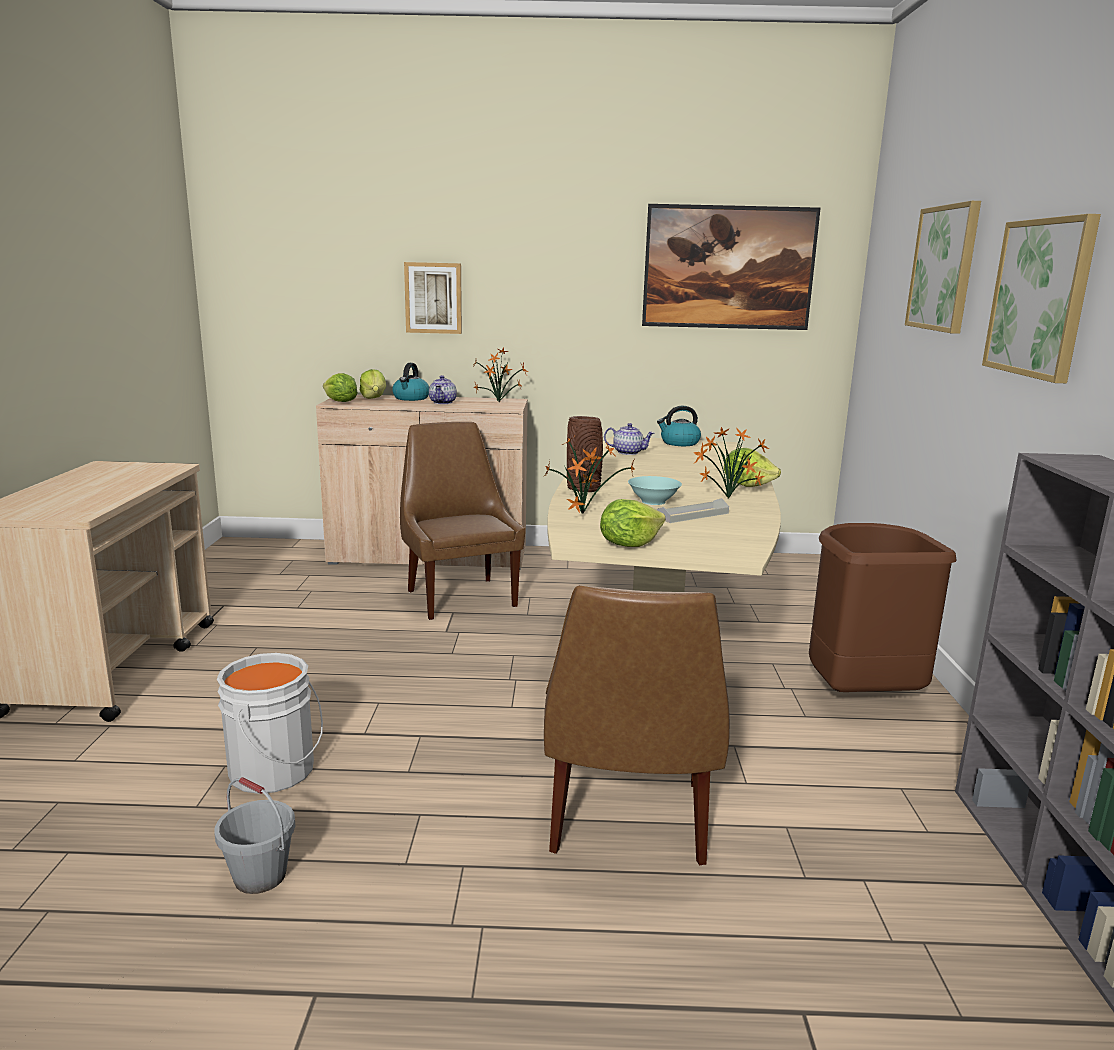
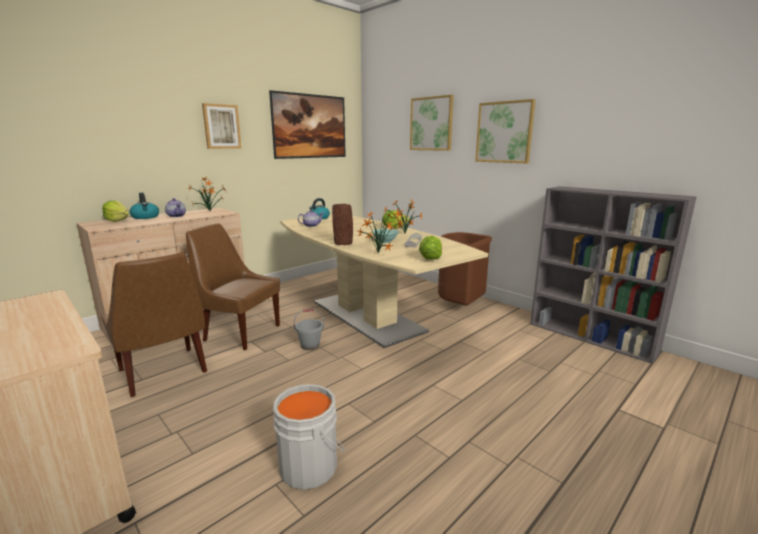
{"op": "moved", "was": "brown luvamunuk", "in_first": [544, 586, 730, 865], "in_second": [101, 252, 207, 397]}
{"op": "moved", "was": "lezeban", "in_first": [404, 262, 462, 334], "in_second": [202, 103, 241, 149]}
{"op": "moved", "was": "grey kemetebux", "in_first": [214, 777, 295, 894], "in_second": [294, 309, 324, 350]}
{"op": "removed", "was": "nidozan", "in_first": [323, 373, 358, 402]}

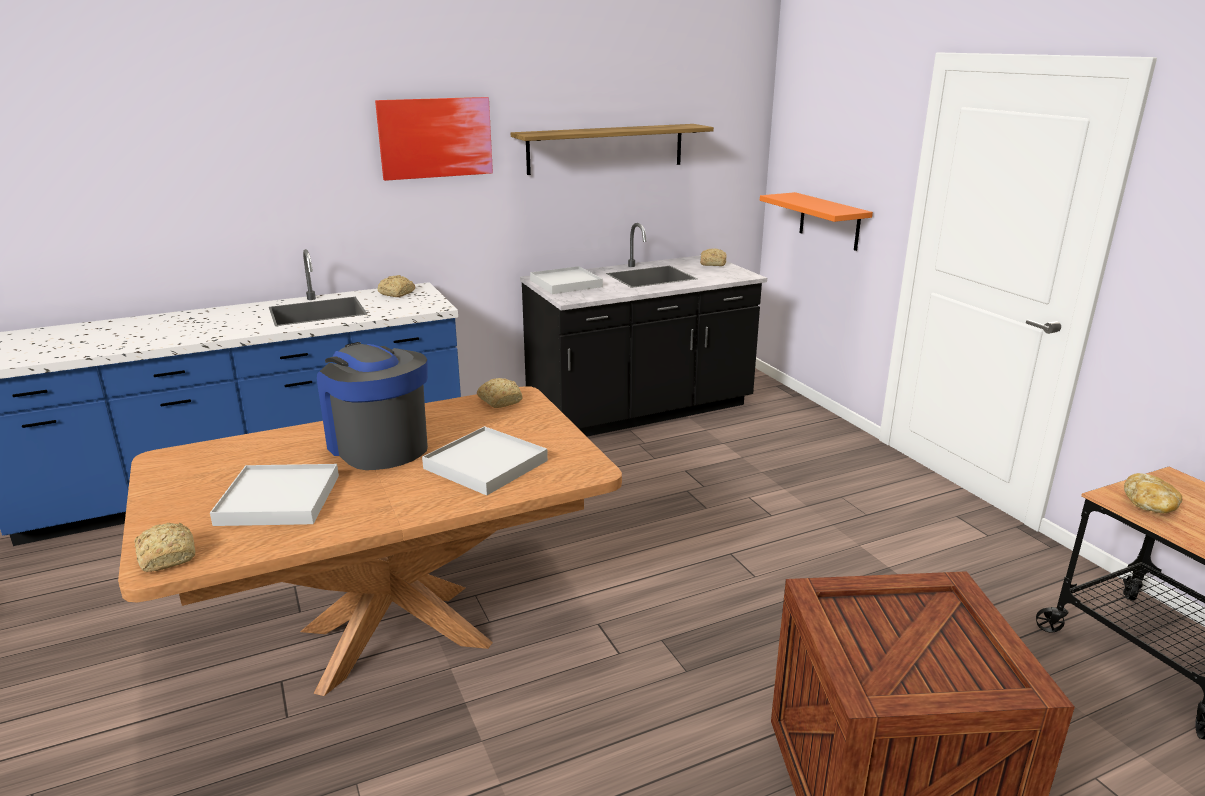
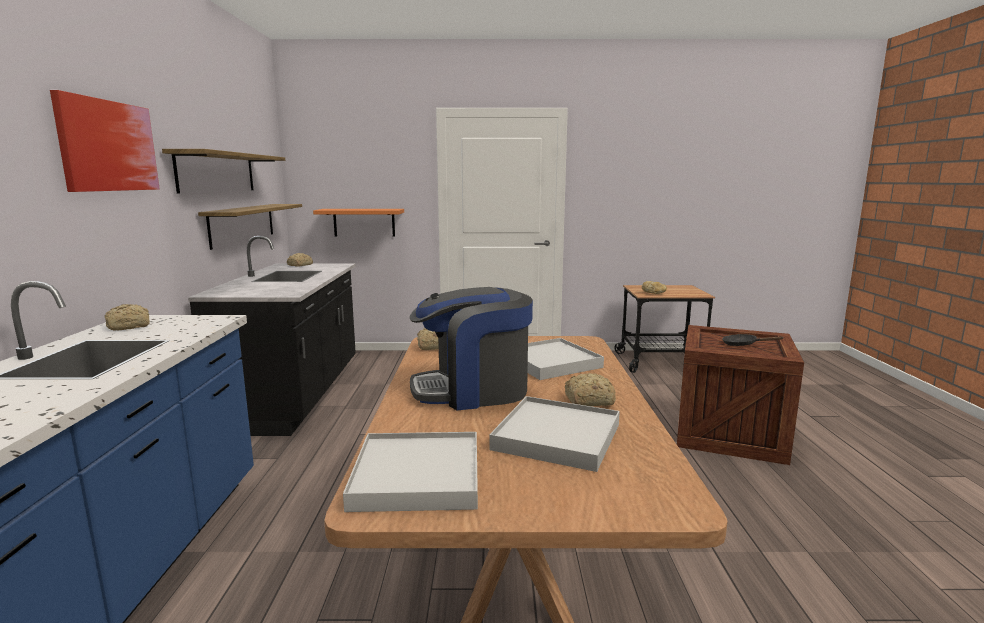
{"op": "added", "now": "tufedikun", "in_second": [198, 204, 302, 250]}
{"op": "moved", "was": "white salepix", "in_first": [530, 266, 603, 294], "in_second": [343, 432, 478, 512]}
{"op": "moved", "was": "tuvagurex", "in_first": [134, 523, 195, 572], "in_second": [565, 373, 616, 406]}
{"op": "added", "now": "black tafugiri", "in_second": [722, 334, 783, 346]}

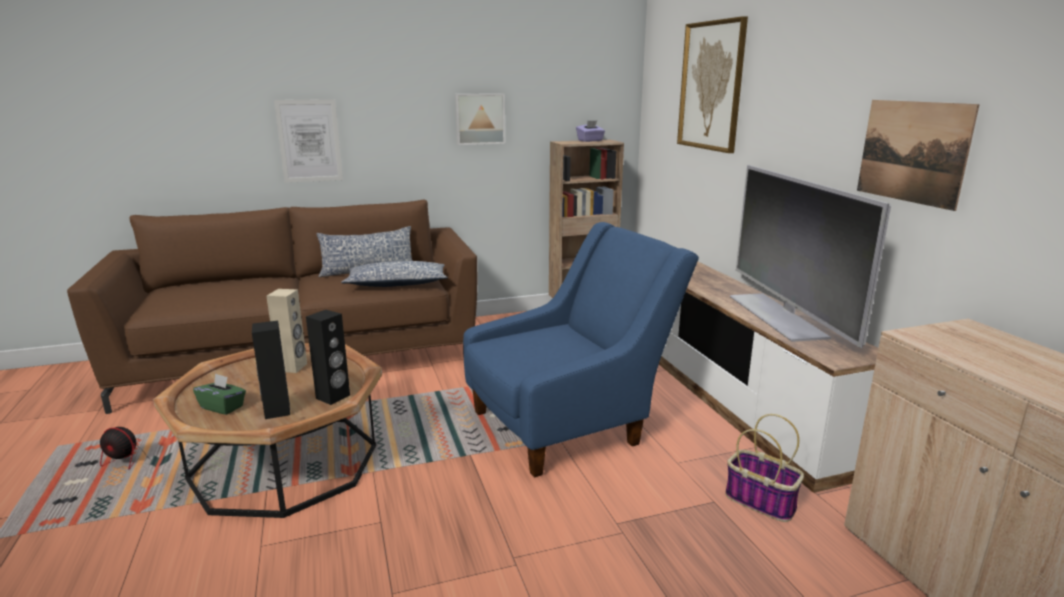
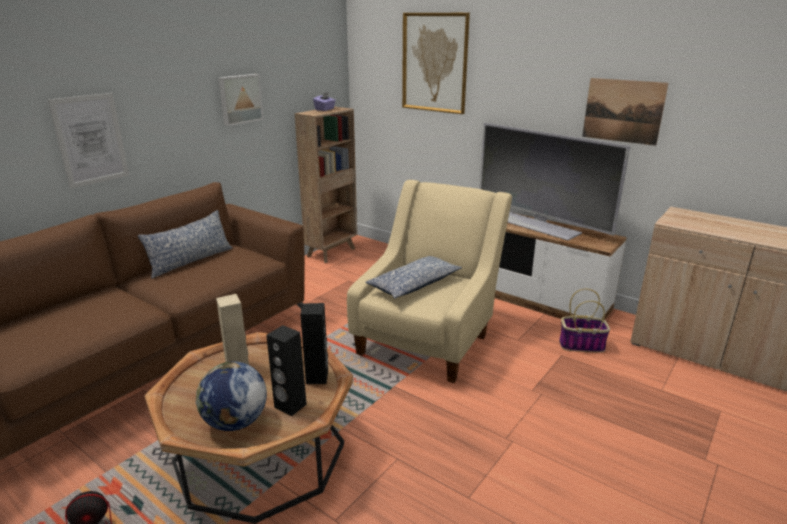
{"op": "replaced", "was": "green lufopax", "now": "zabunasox", "in_first": [193, 373, 246, 415], "in_second": [195, 361, 267, 431]}
{"op": "recoloured", "was": "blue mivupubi", "now": "beige mivupubi", "in_first": [463, 222, 699, 478], "in_second": [347, 180, 512, 383]}
{"op": "moved", "was": "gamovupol", "in_first": [341, 261, 448, 287], "in_second": [365, 256, 462, 299]}

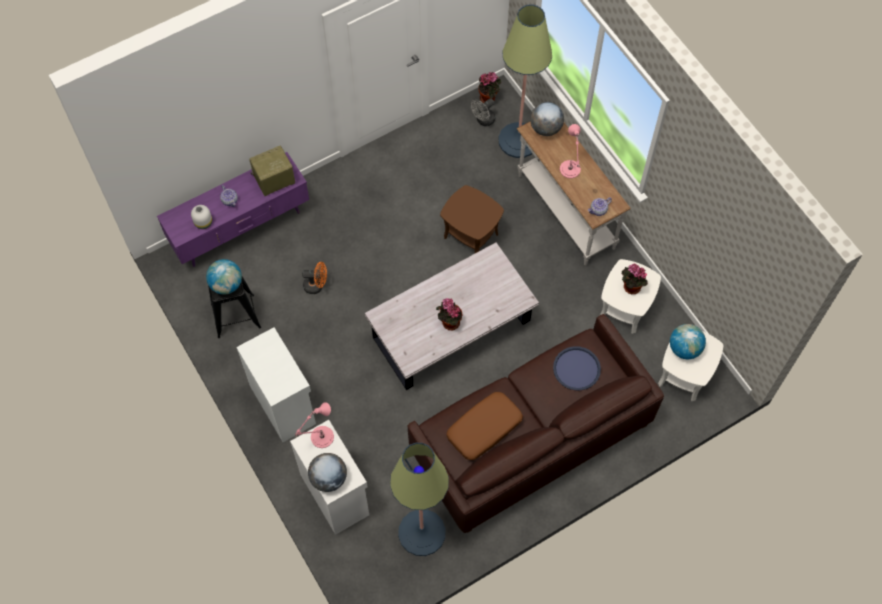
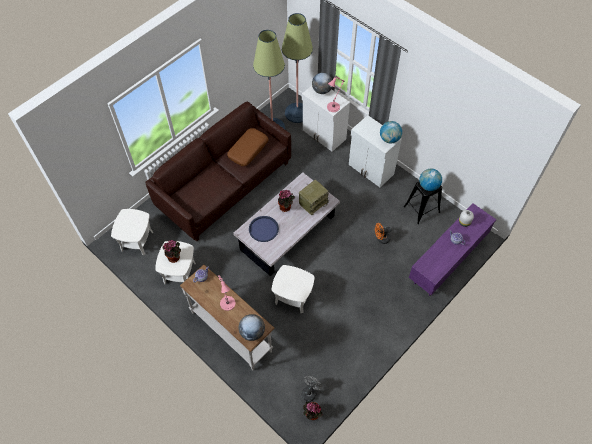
{"op": "moved", "was": "blue salepix", "in_first": [553, 346, 601, 390], "in_second": [249, 216, 279, 242]}
{"op": "recoloured", "was": "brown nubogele", "now": "white nubogele", "in_first": [440, 185, 504, 253], "in_second": [272, 265, 315, 313]}
{"op": "moved", "was": "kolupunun", "in_first": [499, 5, 552, 158], "in_second": [282, 13, 313, 123]}
{"op": "moved", "was": "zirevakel", "in_first": [249, 146, 295, 196], "in_second": [299, 180, 329, 215]}
{"op": "moved", "was": "zabunasox", "in_first": [670, 324, 706, 359], "in_second": [380, 121, 402, 143]}

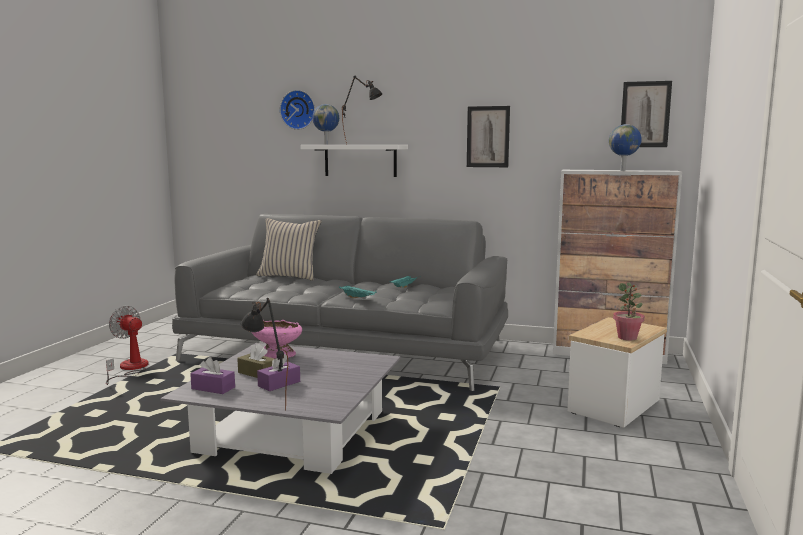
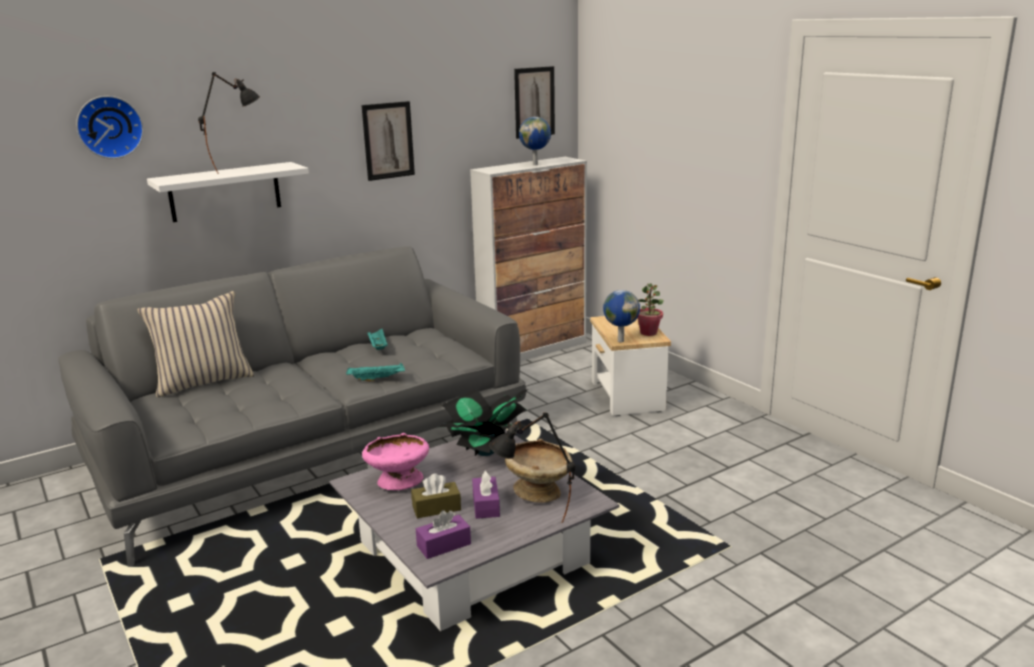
{"op": "added", "now": "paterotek", "in_second": [438, 389, 528, 456]}
{"op": "added", "now": "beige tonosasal", "in_second": [505, 439, 572, 503]}
{"op": "moved", "was": "zabunasox", "in_first": [312, 104, 339, 145], "in_second": [603, 290, 640, 342]}
{"op": "removed", "was": "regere", "in_first": [106, 306, 148, 385]}

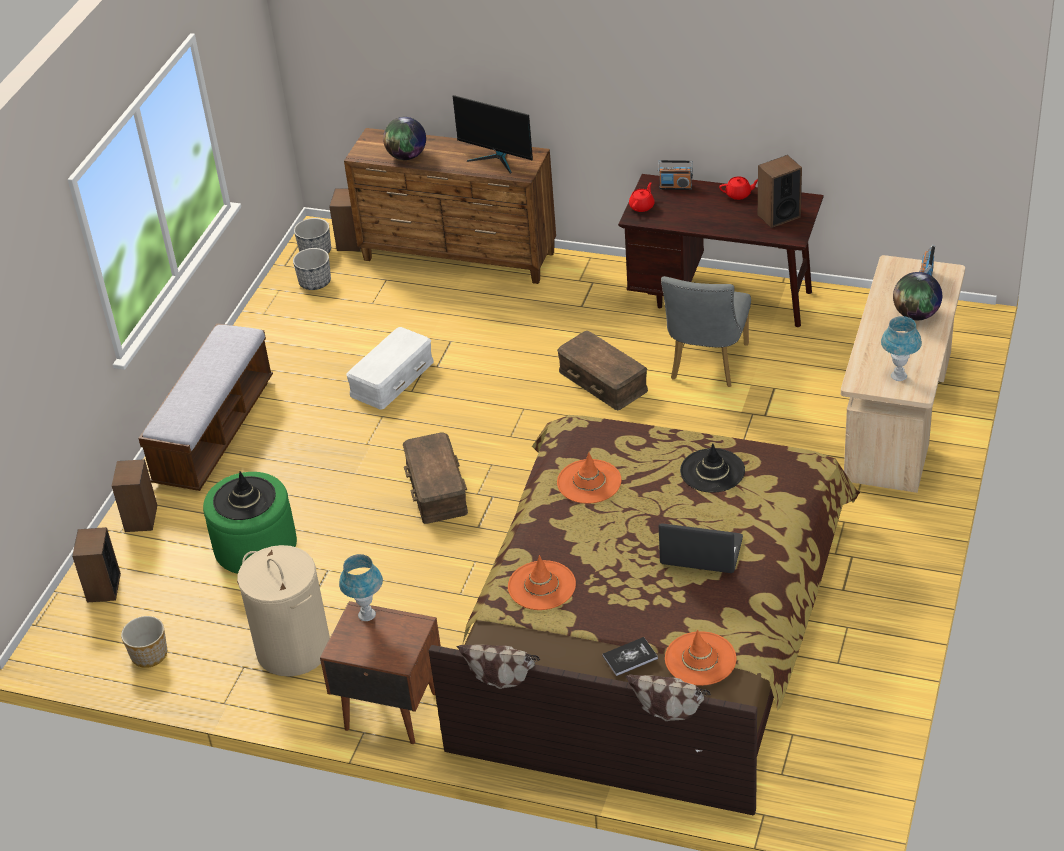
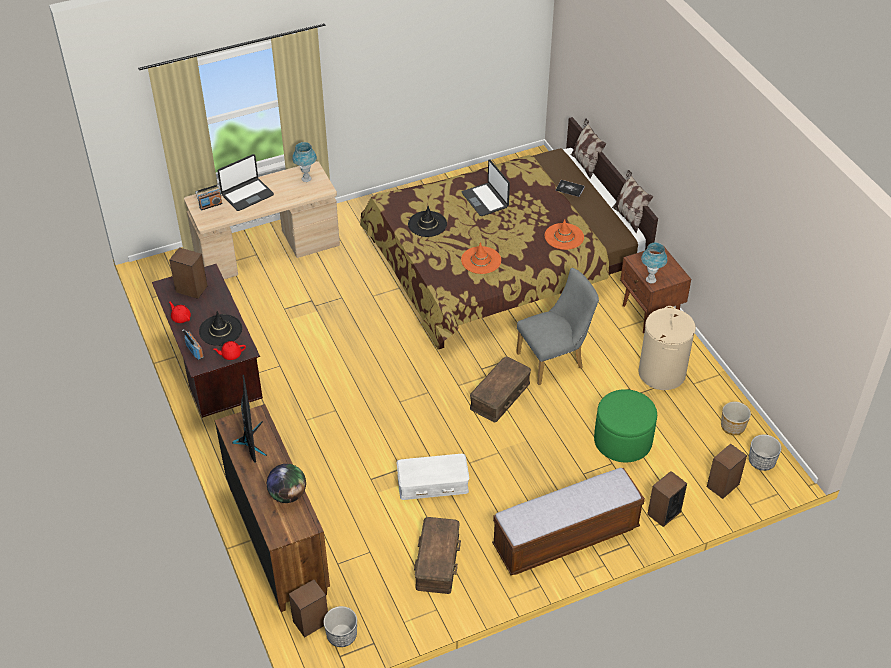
{"op": "moved", "was": "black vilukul", "in_first": [213, 472, 276, 520], "in_second": [199, 311, 242, 346]}
{"op": "replaced", "was": "zabunasox", "now": "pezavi", "in_first": [893, 272, 942, 320], "in_second": [218, 154, 274, 211]}
{"op": "moved", "was": "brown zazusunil", "in_first": [557, 331, 648, 410], "in_second": [414, 517, 461, 594]}
{"op": "moved", "was": "grey luvamunuk", "in_first": [661, 276, 751, 387], "in_second": [516, 268, 599, 385]}
{"op": "moved", "was": "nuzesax", "in_first": [293, 248, 331, 290], "in_second": [749, 434, 781, 471]}
{"op": "removed", "was": "orange vilukul", "in_first": [665, 630, 737, 686]}

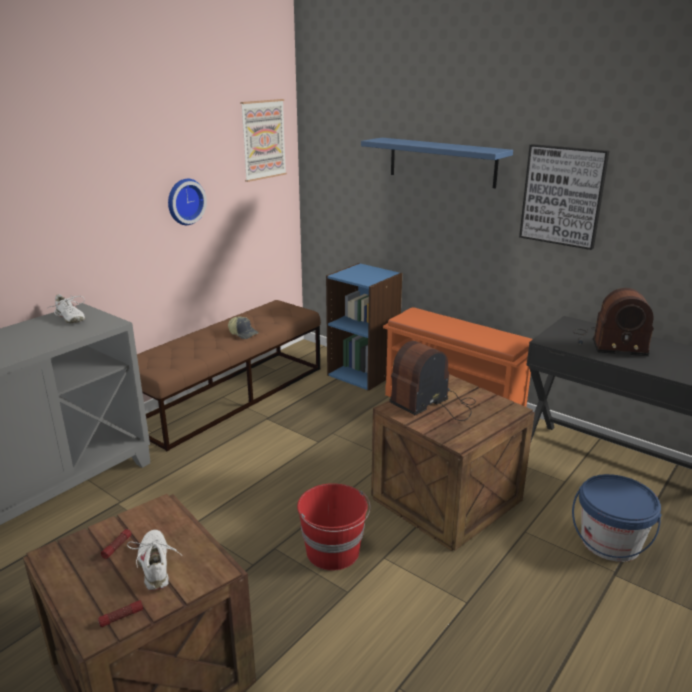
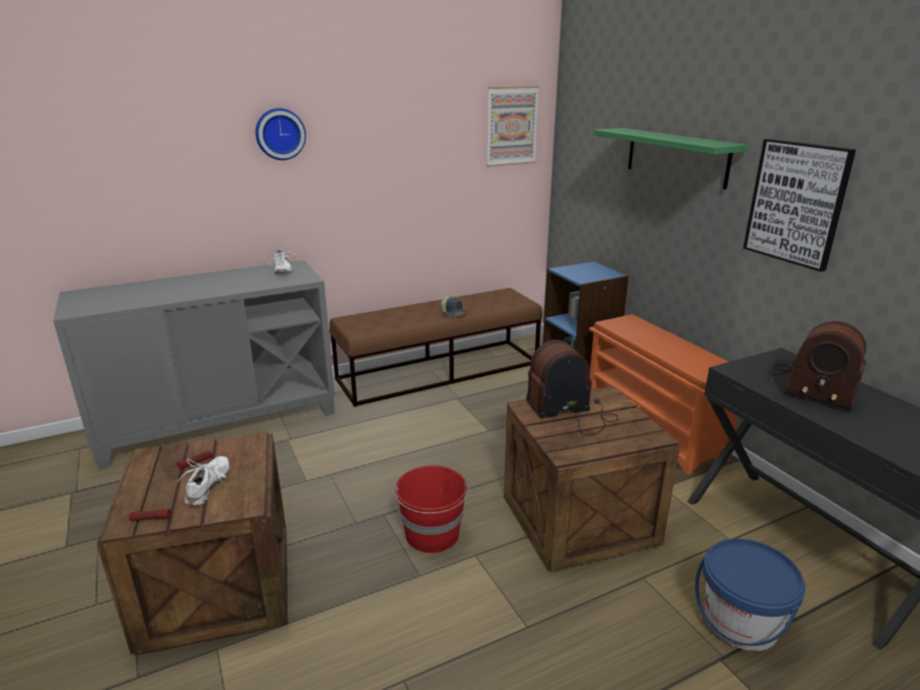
{"op": "moved", "was": "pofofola", "in_first": [168, 179, 207, 225], "in_second": [255, 108, 306, 160]}
{"op": "recoloured", "was": "blue tufedikun", "now": "green tufedikun", "in_first": [361, 138, 513, 189], "in_second": [594, 128, 748, 190]}

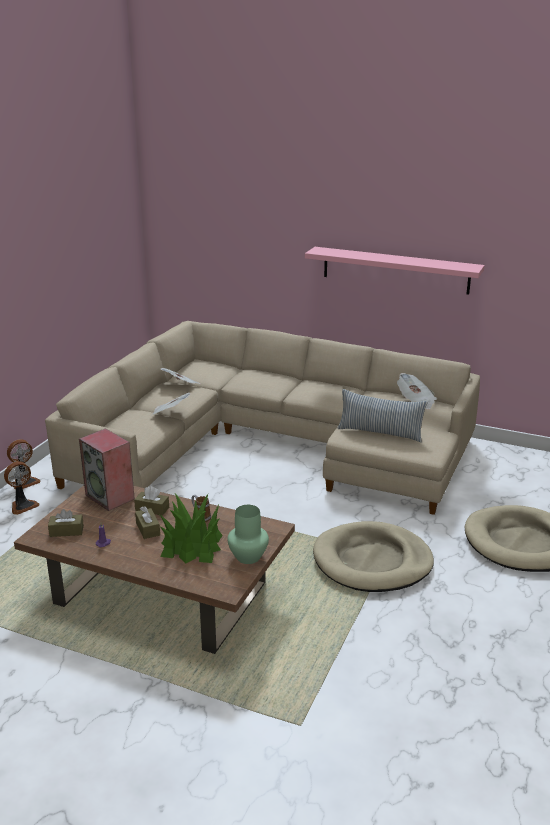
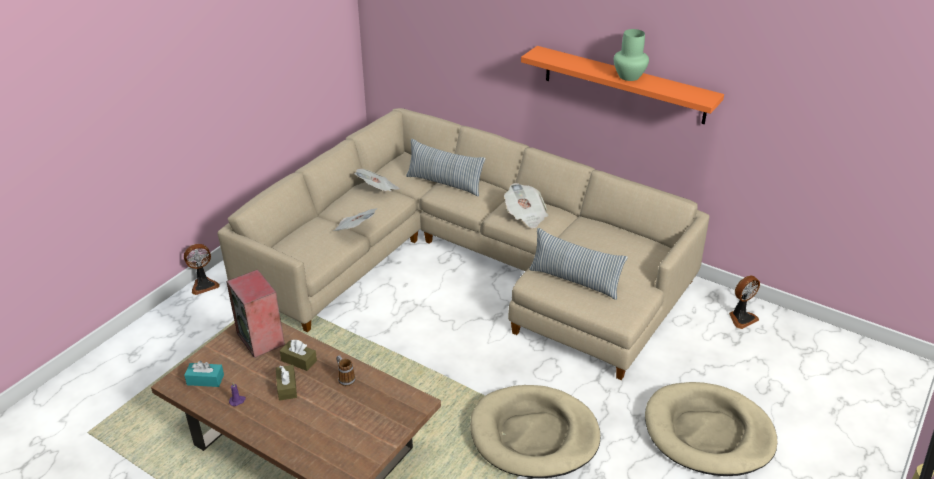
{"op": "recoloured", "was": "brown lufopax", "now": "turquoise lufopax", "in_first": [48, 509, 84, 537], "in_second": [184, 360, 224, 387]}
{"op": "added", "now": "gamovupol", "in_second": [406, 139, 486, 197]}
{"op": "moved", "was": "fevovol", "in_first": [397, 373, 437, 409], "in_second": [504, 183, 549, 229]}
{"op": "recoloured", "was": "pink tufedikun", "now": "orange tufedikun", "in_first": [305, 247, 485, 295], "in_second": [521, 46, 724, 124]}
{"op": "moved", "was": "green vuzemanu", "in_first": [227, 505, 269, 564], "in_second": [614, 29, 649, 81]}
{"op": "moved", "was": "regere", "in_first": [4, 461, 39, 515], "in_second": [729, 276, 760, 329]}
{"op": "removed", "was": "paterotek", "in_first": [160, 493, 223, 563]}

